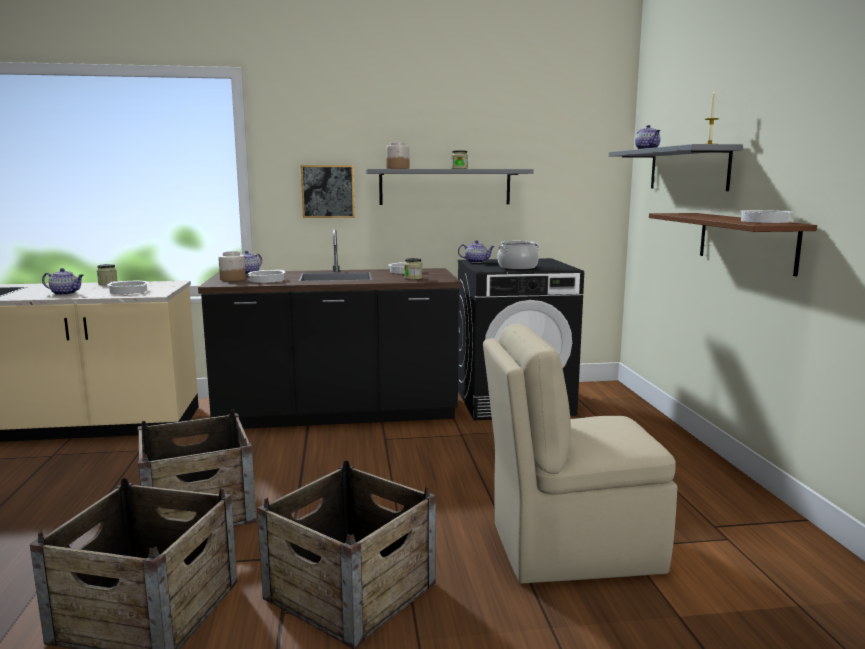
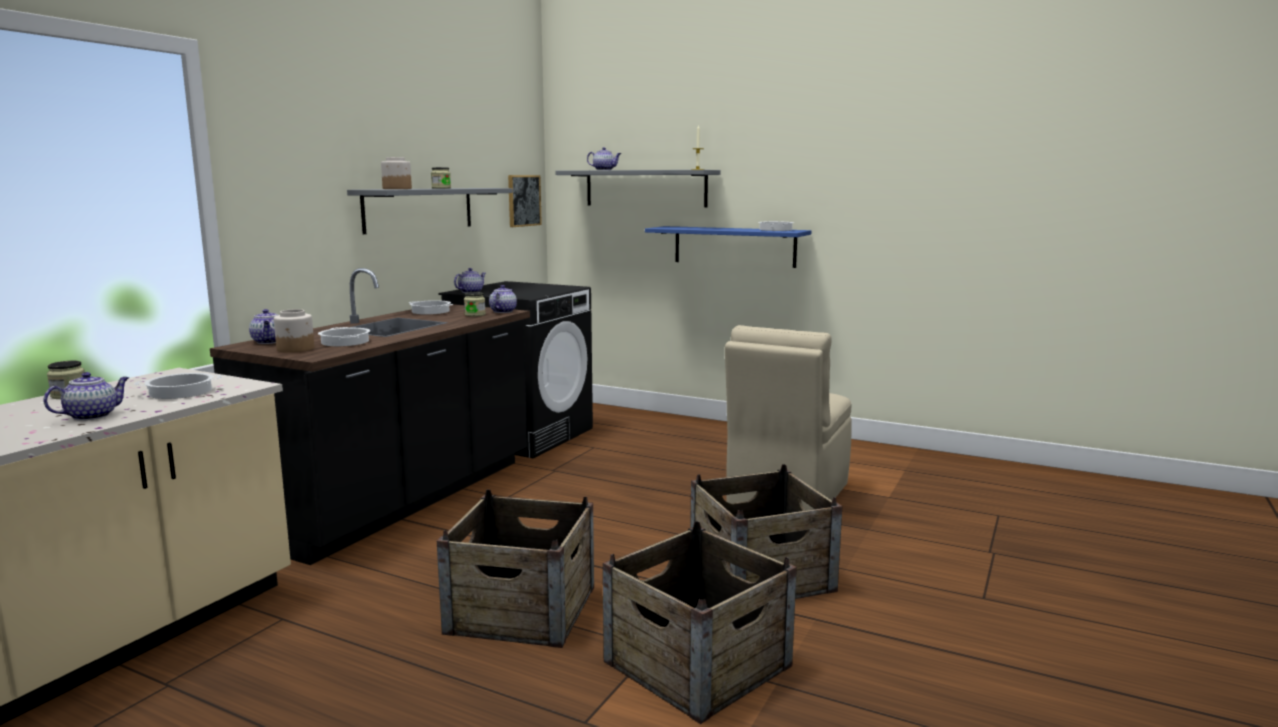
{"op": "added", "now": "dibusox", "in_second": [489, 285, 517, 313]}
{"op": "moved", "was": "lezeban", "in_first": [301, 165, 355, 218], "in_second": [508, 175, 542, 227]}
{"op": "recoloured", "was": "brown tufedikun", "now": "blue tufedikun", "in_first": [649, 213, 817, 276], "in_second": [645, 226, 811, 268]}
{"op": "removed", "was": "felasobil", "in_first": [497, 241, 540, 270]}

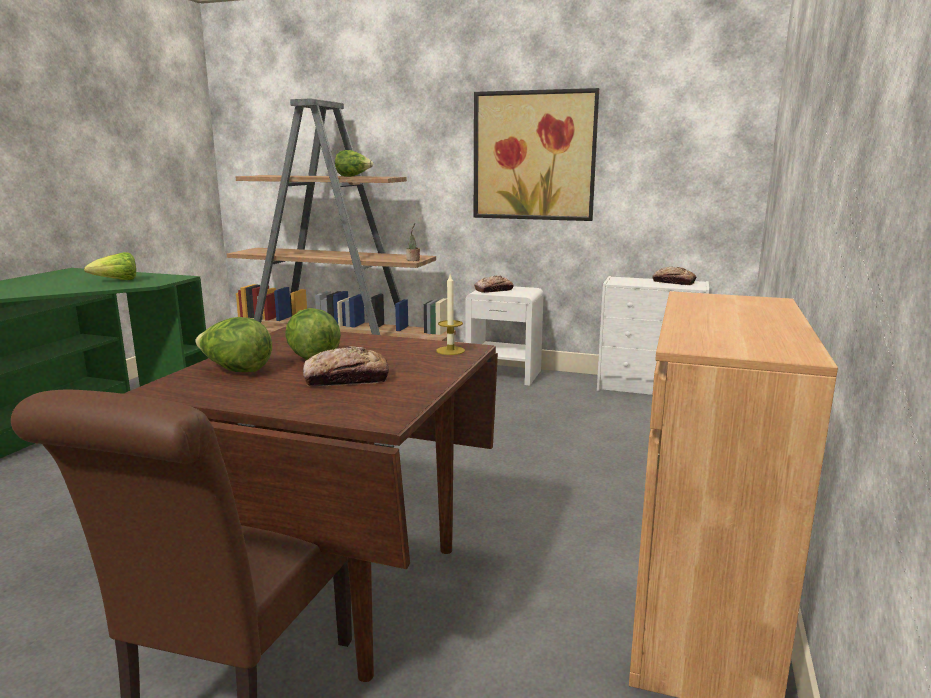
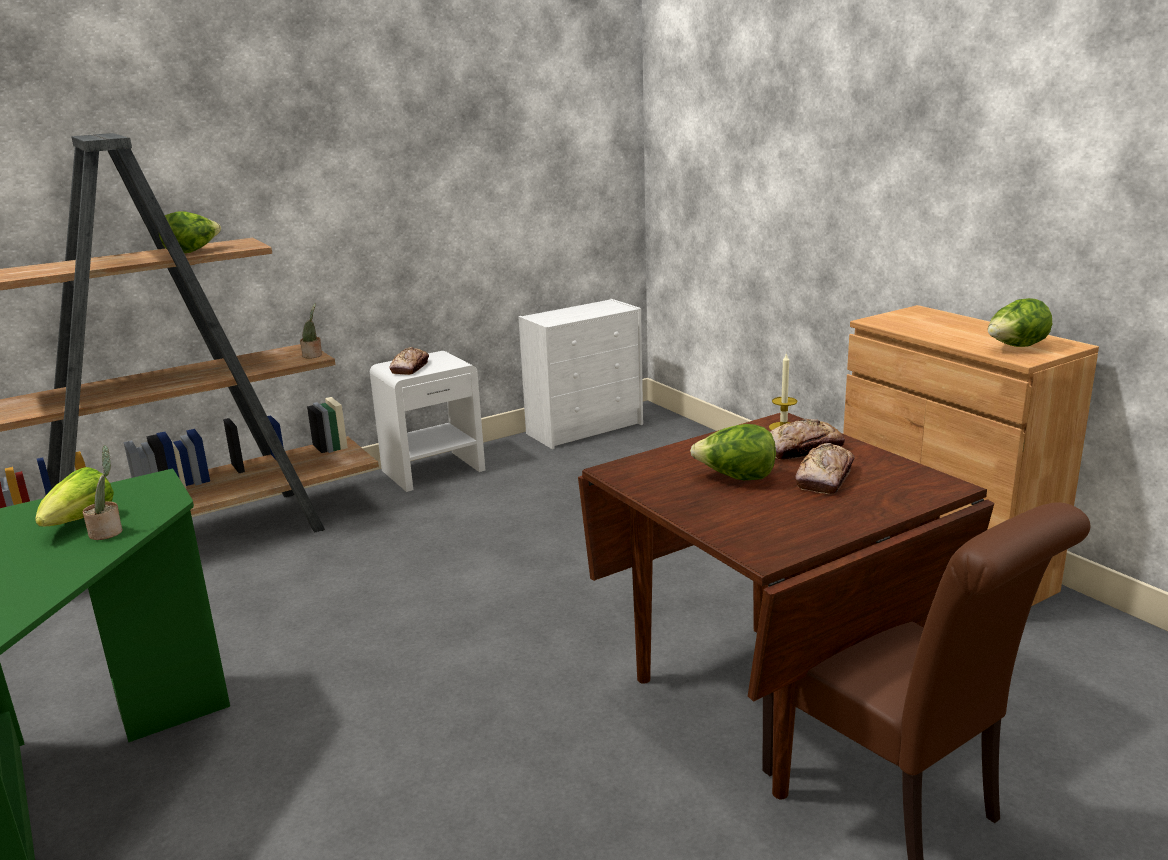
{"op": "added", "now": "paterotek", "in_second": [83, 445, 123, 540]}
{"op": "moved", "was": "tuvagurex", "in_first": [652, 266, 696, 285], "in_second": [770, 419, 845, 460]}
{"op": "moved", "was": "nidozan", "in_first": [195, 317, 272, 372], "in_second": [988, 298, 1052, 347]}
{"op": "removed", "was": "lezeban", "in_first": [474, 88, 599, 221]}

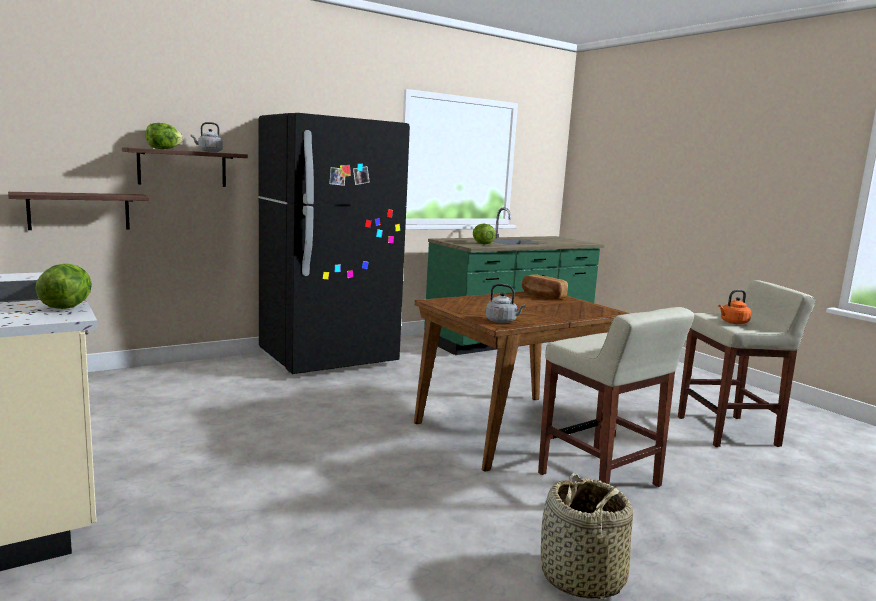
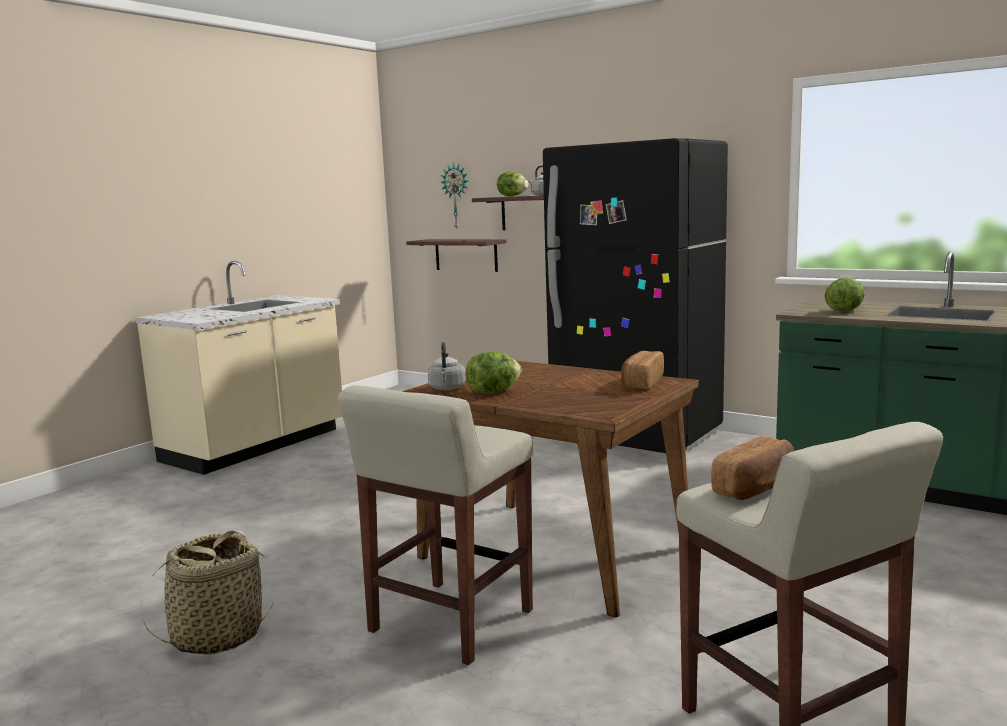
{"op": "added", "now": "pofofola", "in_second": [440, 163, 468, 229]}
{"op": "moved", "was": "nidozan", "in_first": [35, 264, 92, 309], "in_second": [466, 352, 521, 393]}
{"op": "replaced", "was": "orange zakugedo", "now": "tuvagurex", "in_first": [718, 290, 751, 324], "in_second": [711, 436, 794, 500]}

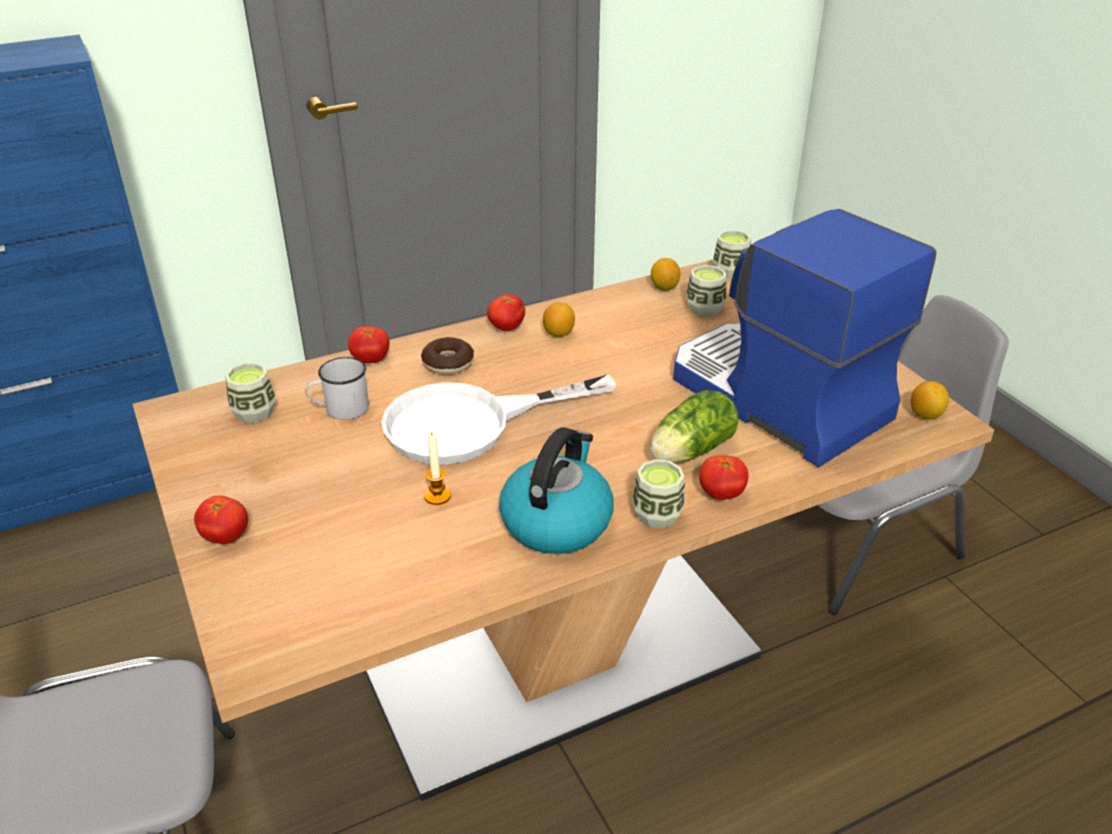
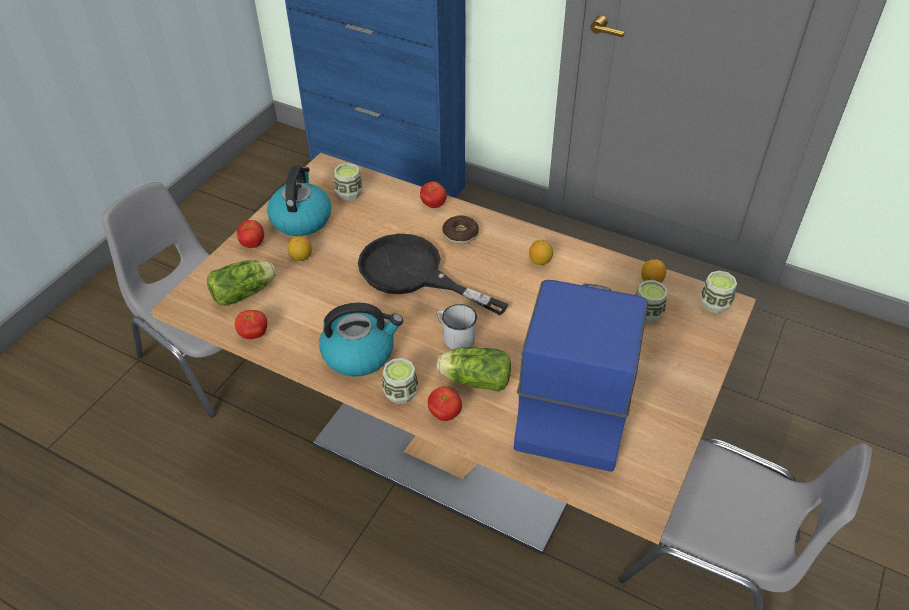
{"op": "added", "now": "nidozan", "in_second": [207, 260, 276, 306]}
{"op": "moved", "was": "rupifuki", "in_first": [487, 294, 525, 331], "in_second": [235, 310, 267, 339]}
{"op": "added", "now": "zakugedo", "in_second": [267, 166, 331, 236]}
{"op": "moved", "was": "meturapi", "in_first": [911, 381, 949, 420], "in_second": [288, 236, 312, 261]}
{"op": "recoloured", "was": "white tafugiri", "now": "black tafugiri", "in_first": [382, 375, 616, 465], "in_second": [358, 234, 509, 315]}
{"op": "moved", "was": "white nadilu", "in_first": [305, 357, 369, 420], "in_second": [436, 304, 477, 350]}
{"op": "removed", "was": "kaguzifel", "in_first": [424, 432, 451, 505]}

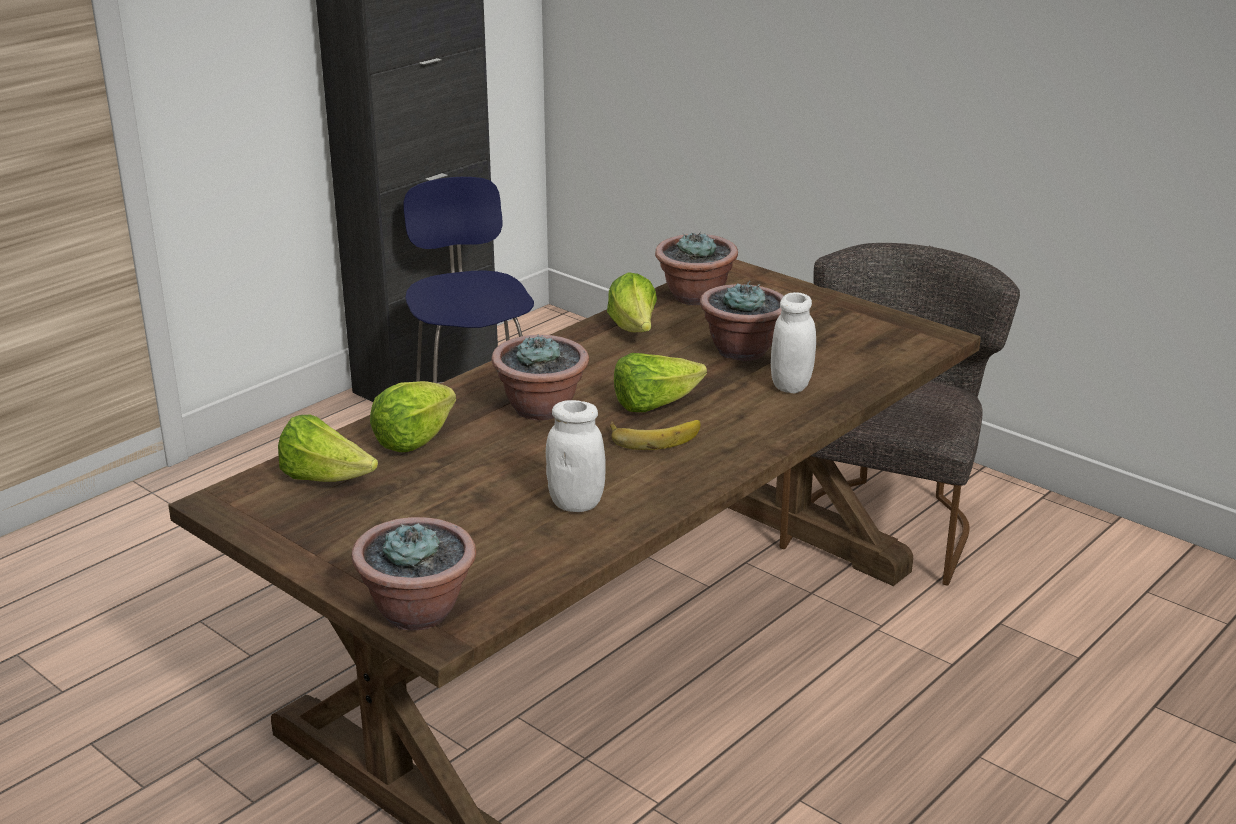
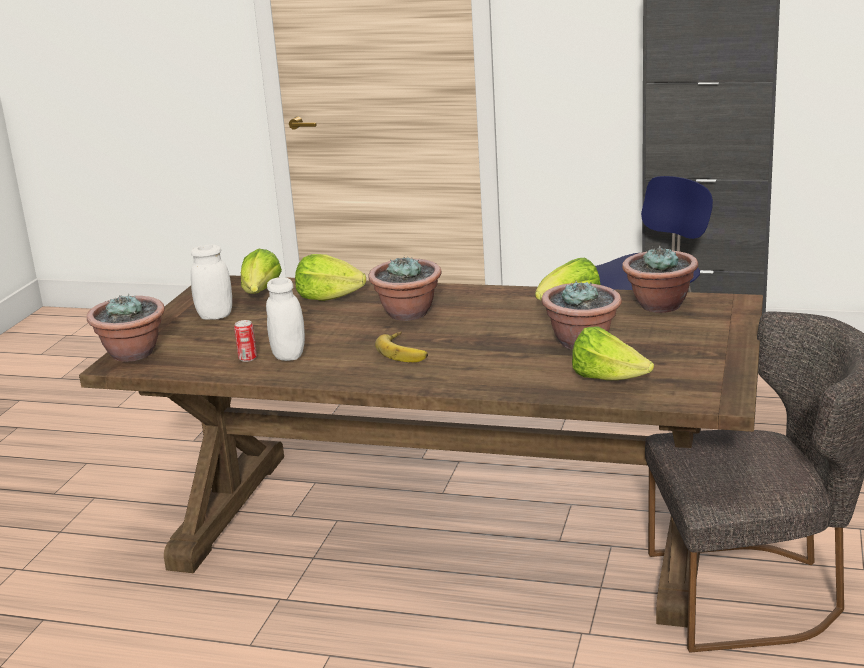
{"op": "moved", "was": "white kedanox", "in_first": [771, 292, 816, 393], "in_second": [191, 244, 232, 320]}
{"op": "added", "now": "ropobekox", "in_second": [234, 320, 257, 362]}
{"op": "moved", "was": "nidozan", "in_first": [614, 353, 707, 412], "in_second": [572, 326, 654, 380]}

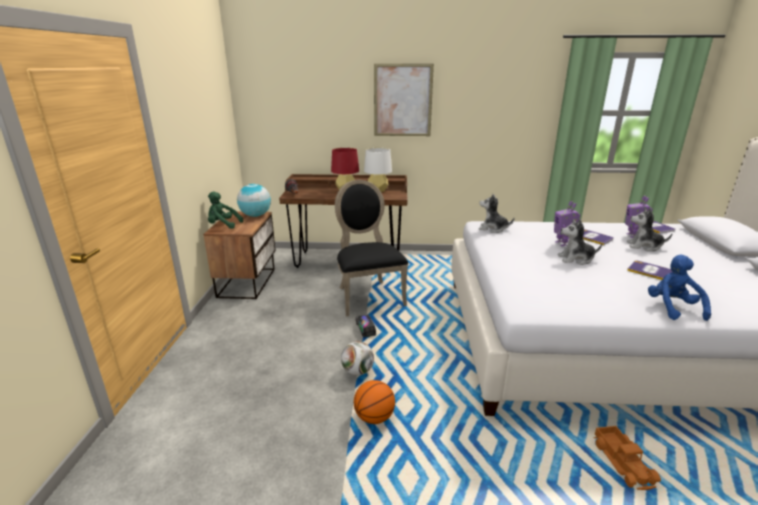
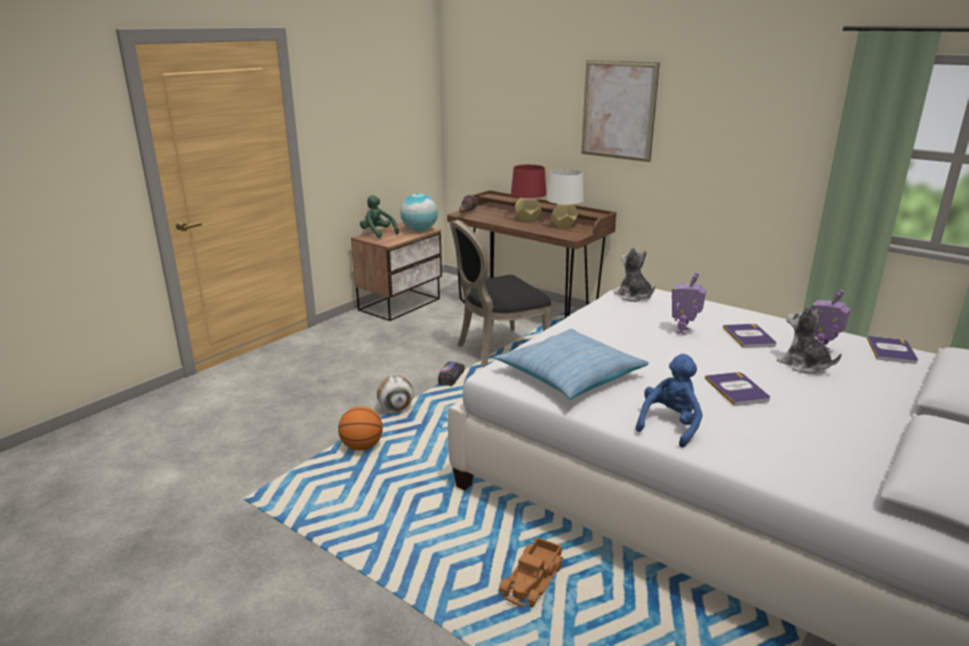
{"op": "turned", "was": "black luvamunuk", "in_first": [335, 180, 408, 317], "in_second": [450, 219, 551, 367], "clockwise": -135}
{"op": "added", "now": "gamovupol", "in_second": [493, 329, 649, 399]}
{"op": "removed", "was": "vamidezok", "in_first": [558, 219, 602, 265]}

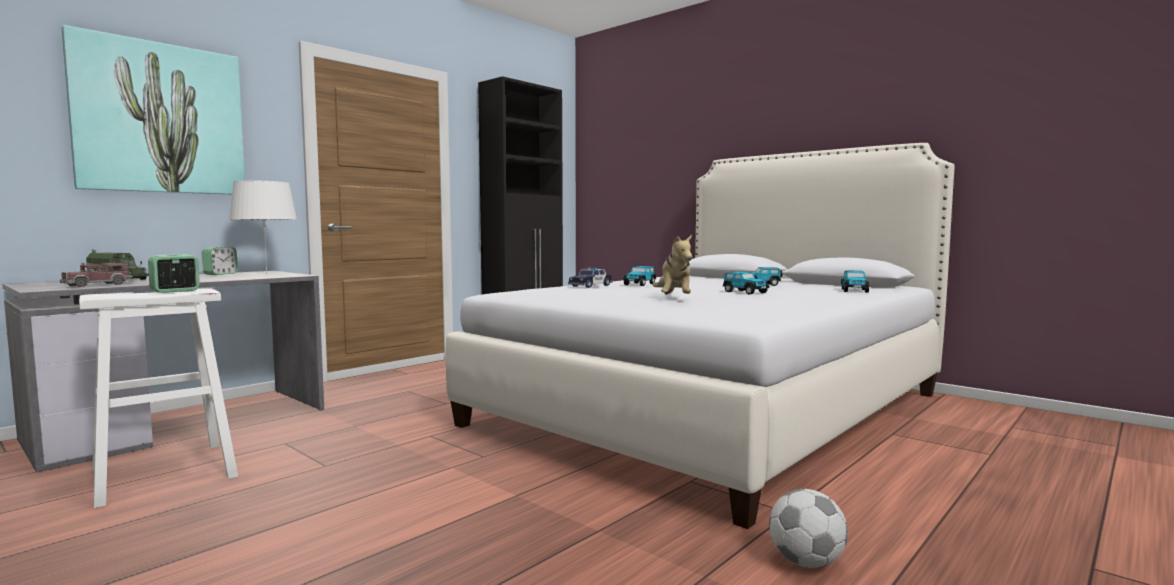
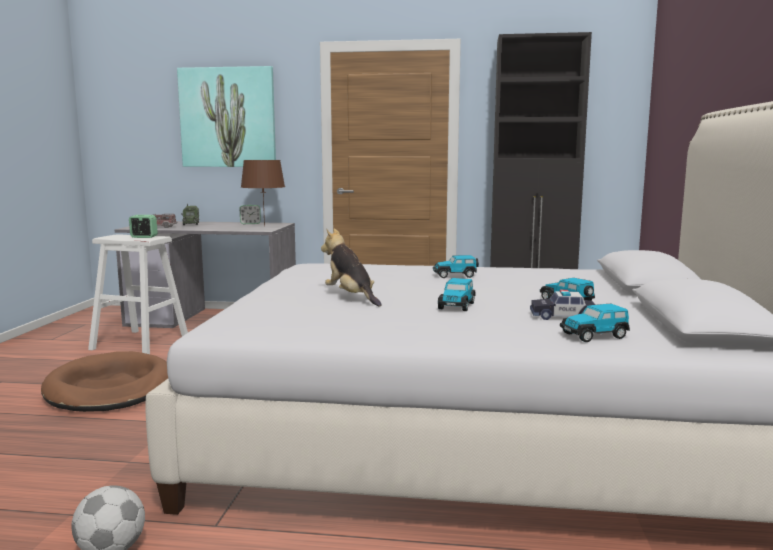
{"op": "added", "now": "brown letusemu", "in_second": [41, 351, 168, 412]}
{"op": "recoloured", "was": "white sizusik", "now": "brown sizusik", "in_first": [230, 180, 297, 274], "in_second": [241, 160, 285, 227]}
{"op": "turned", "was": "vamidezok", "in_first": [653, 234, 692, 294], "in_second": [321, 229, 382, 307], "clockwise": 90}
{"op": "moved", "was": "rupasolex", "in_first": [568, 267, 613, 288], "in_second": [530, 290, 596, 320]}

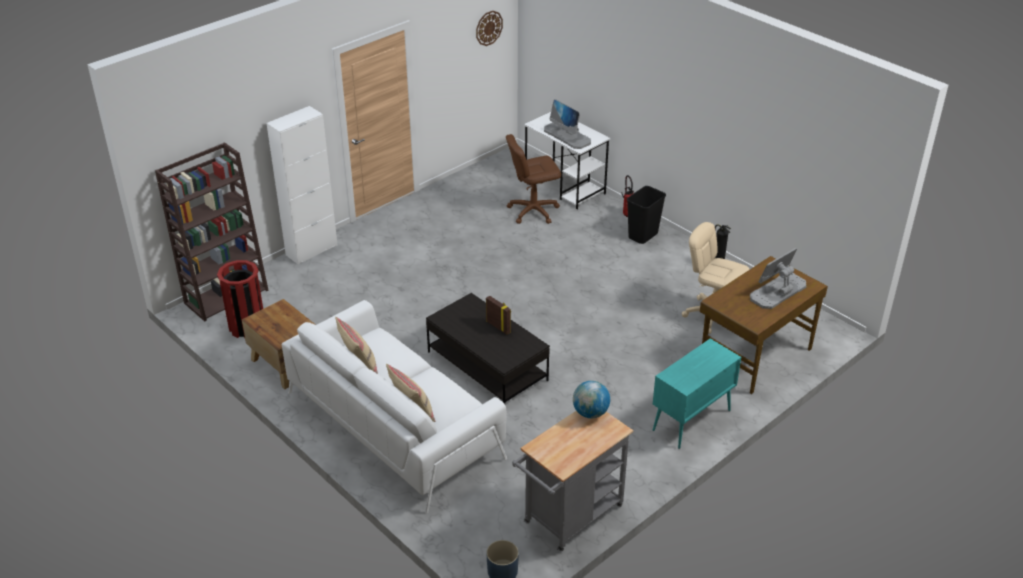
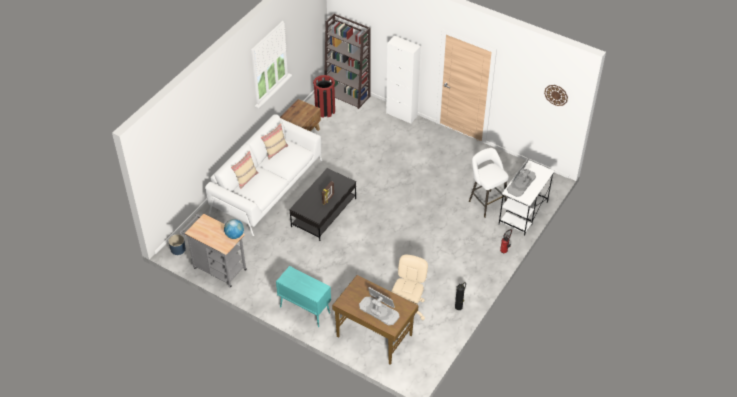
{"op": "replaced", "was": "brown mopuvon", "now": "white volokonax", "in_first": [506, 134, 561, 224], "in_second": [469, 148, 509, 218]}
{"op": "removed", "was": "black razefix", "in_first": [627, 186, 666, 244]}

